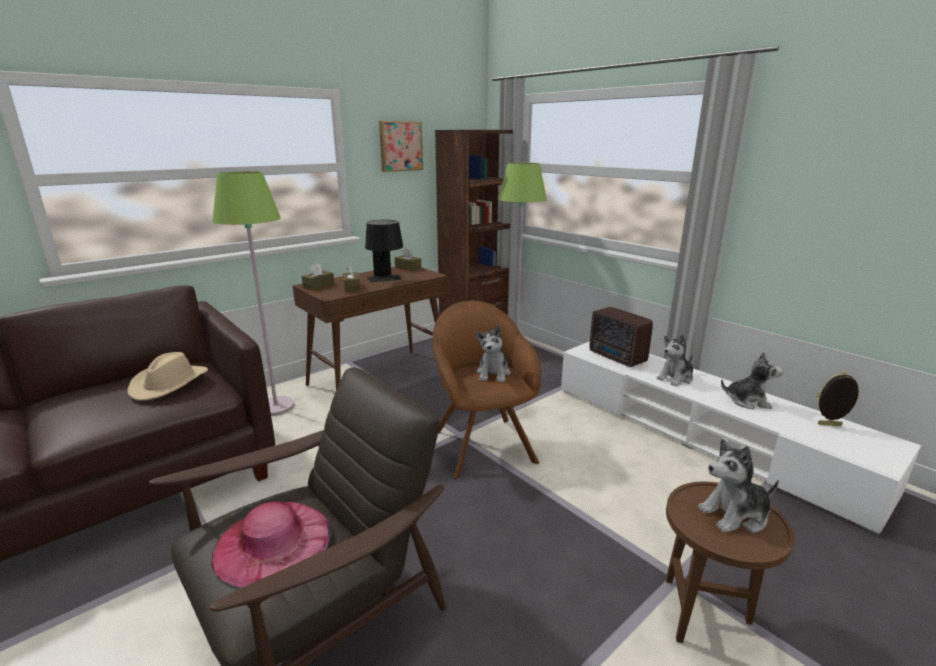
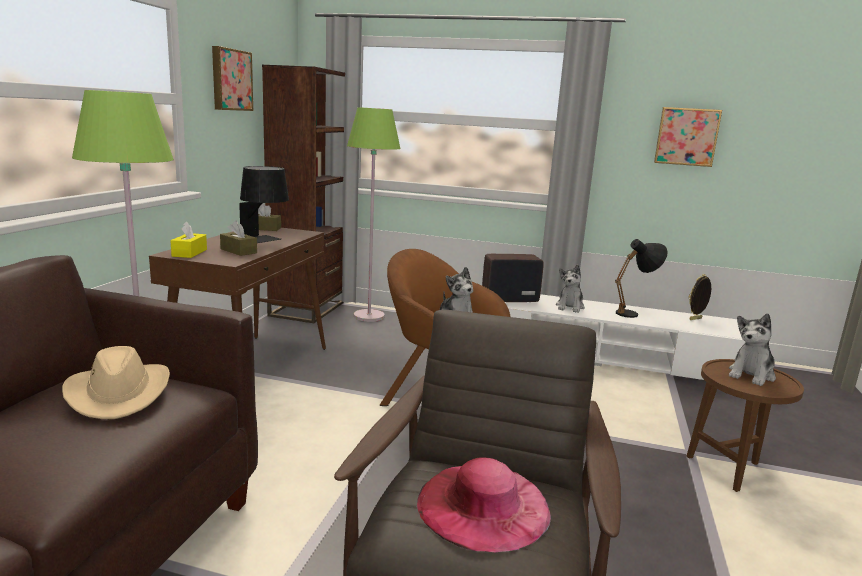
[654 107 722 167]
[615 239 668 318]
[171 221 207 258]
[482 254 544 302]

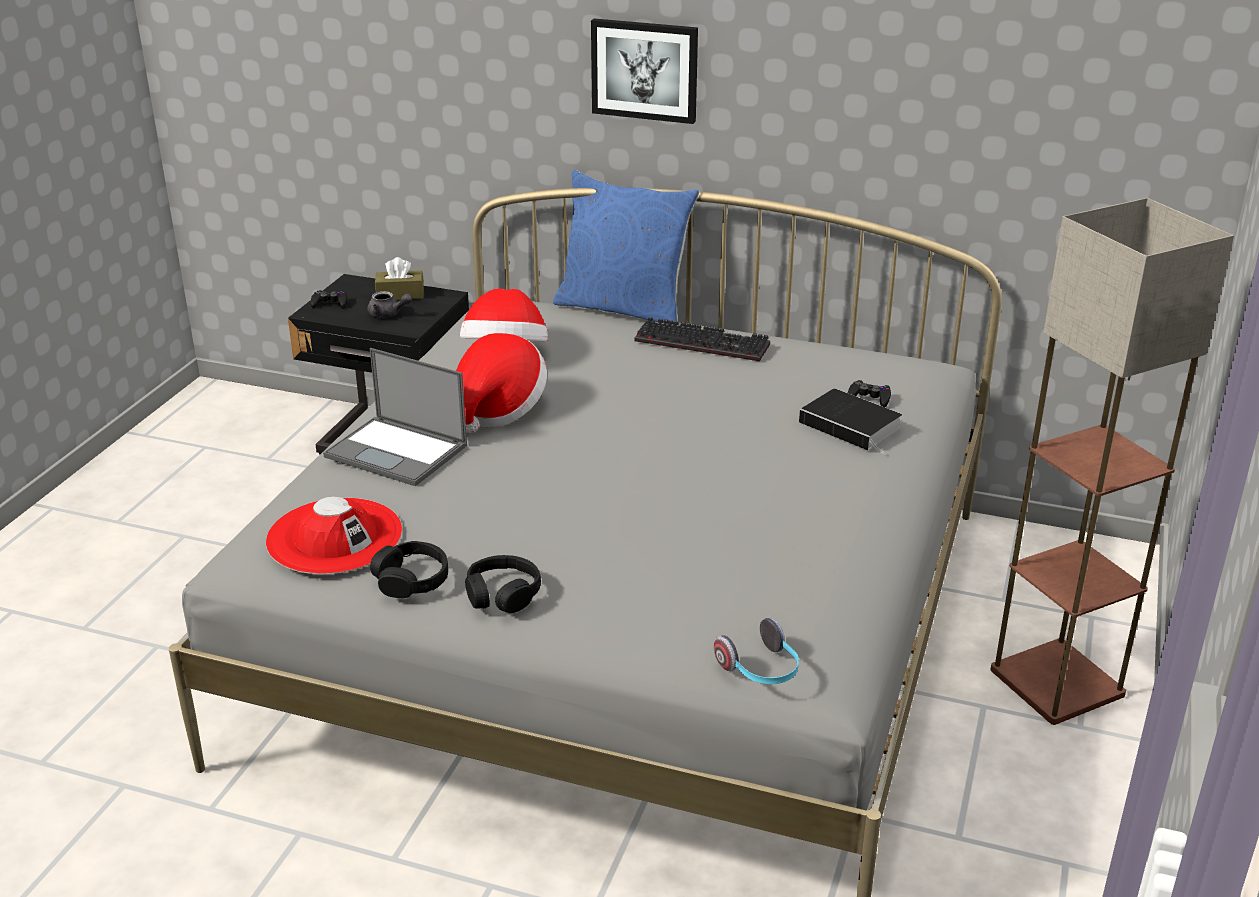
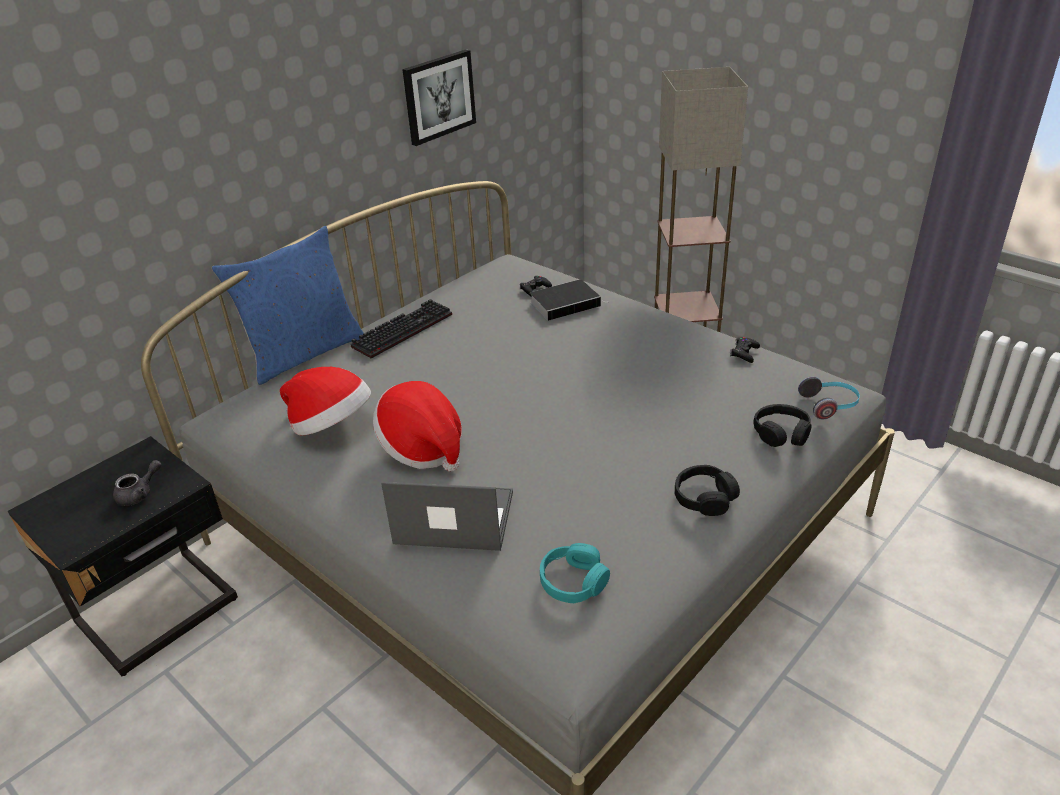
[375 257 424 300] (first image)
[730 337 760 363]
[754 404 812 447]
[402 49 476 146]
[540 543 610 603]
[381 482 513 551]

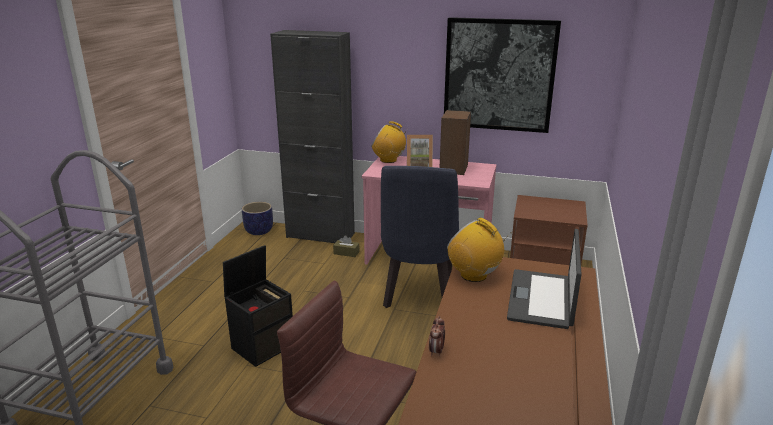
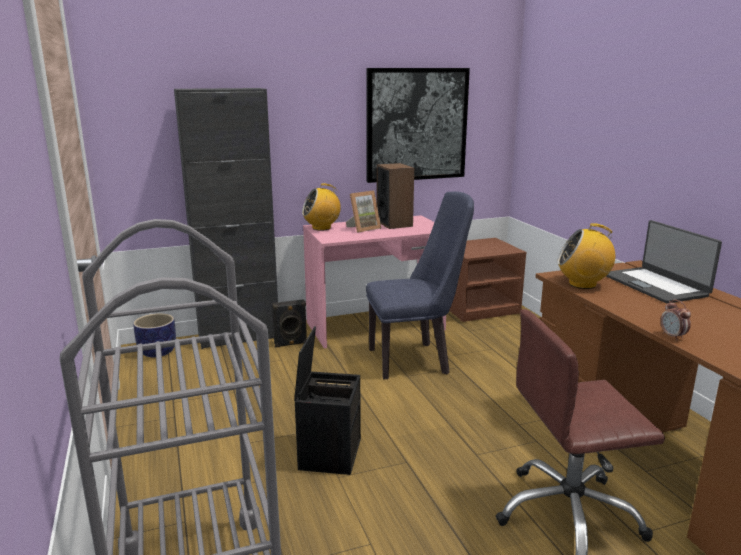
[272 299 307 348]
[366 192 474 379]

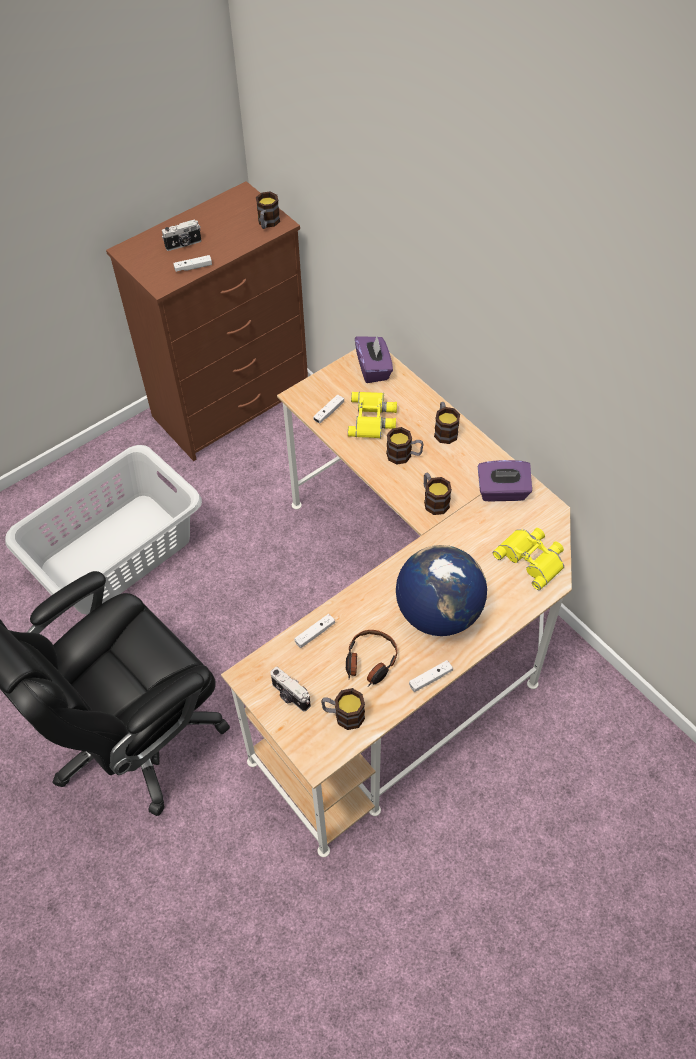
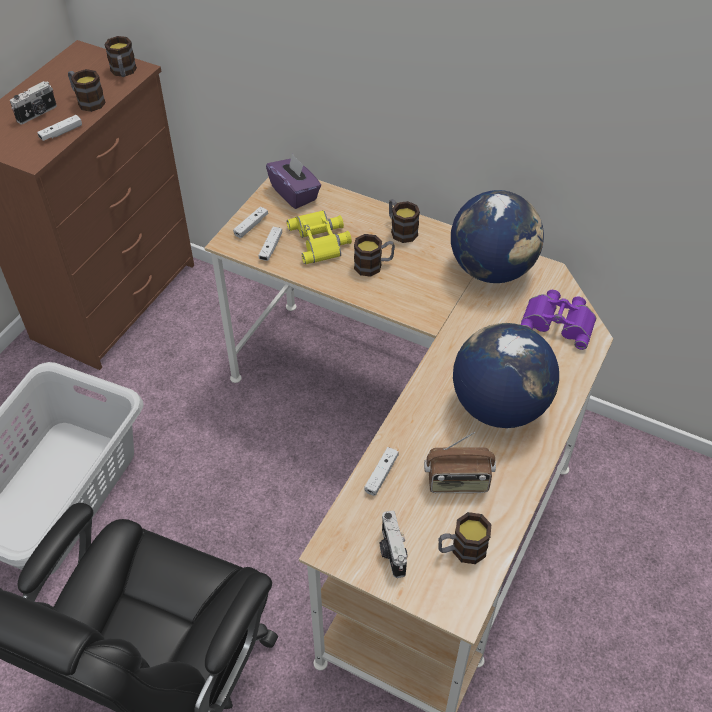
[233 206 268 238]
[68 69 106 112]
[424 432 496 493]
[451 190 544 283]
[520 290 596 350]
[380 511 408 578]

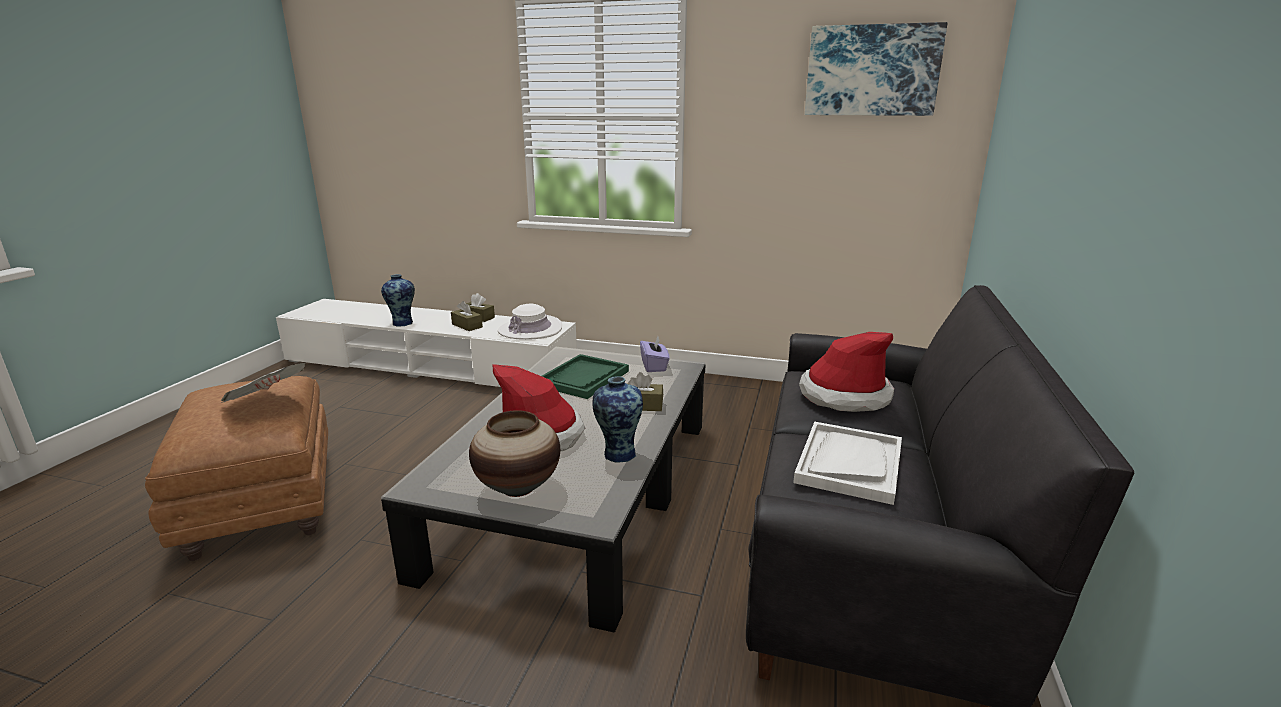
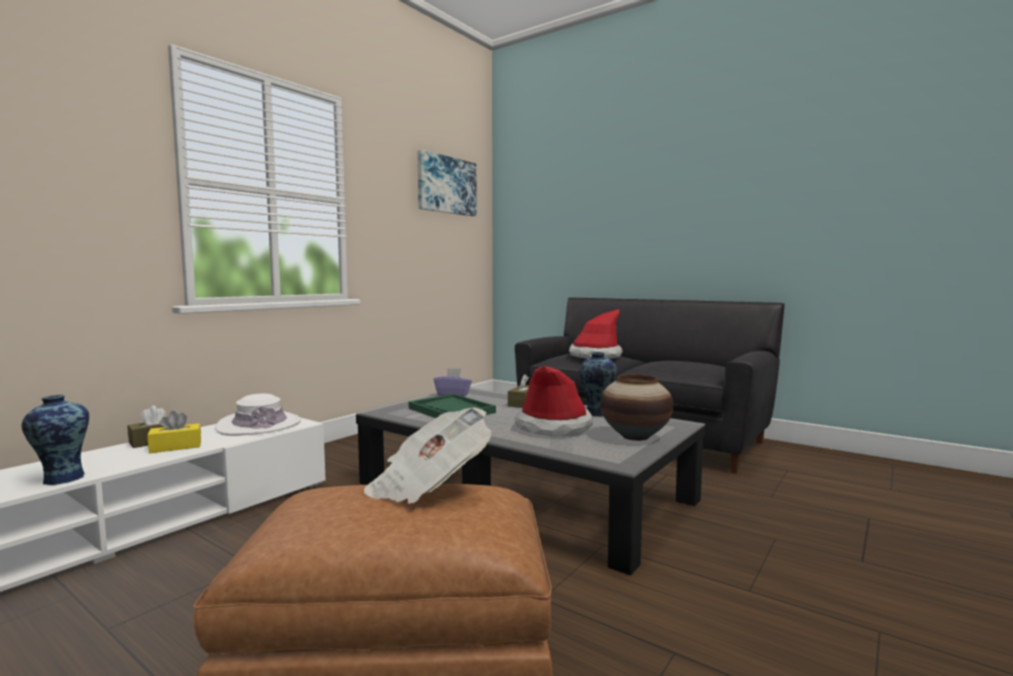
[793 422 902 505] (first image)
[147 411 201 453]

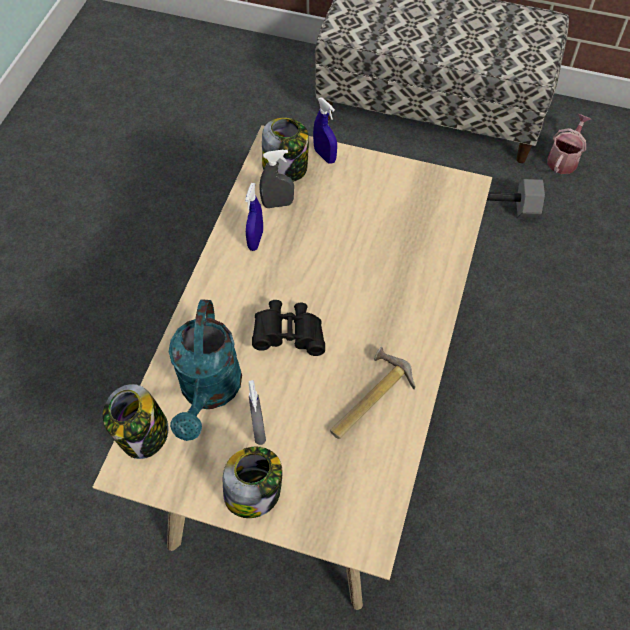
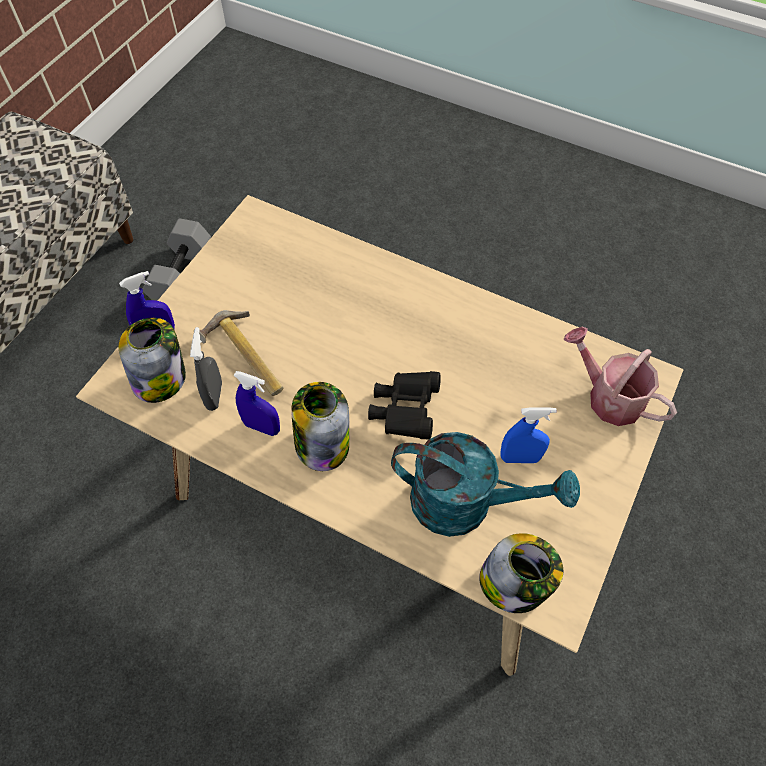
[292 382 349 471]
[194 310 284 396]
[563 326 677 426]
[500 407 557 463]

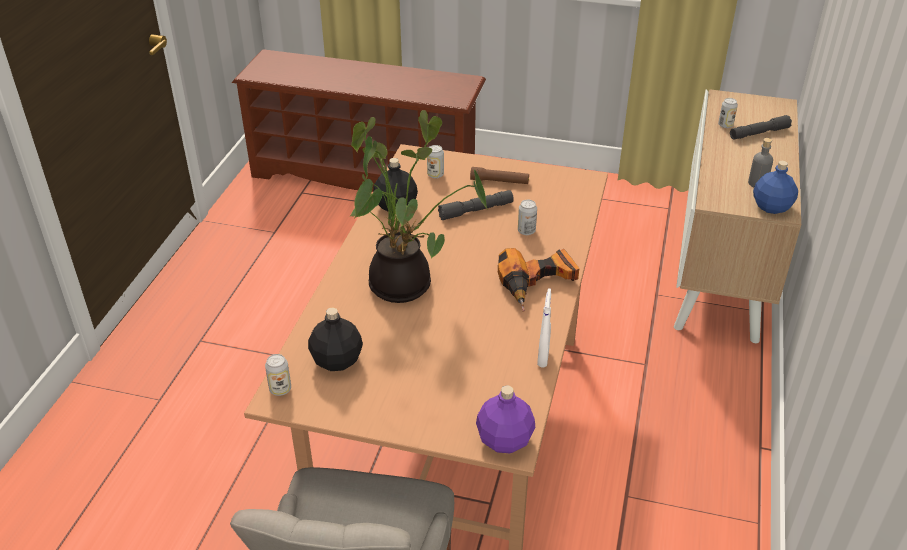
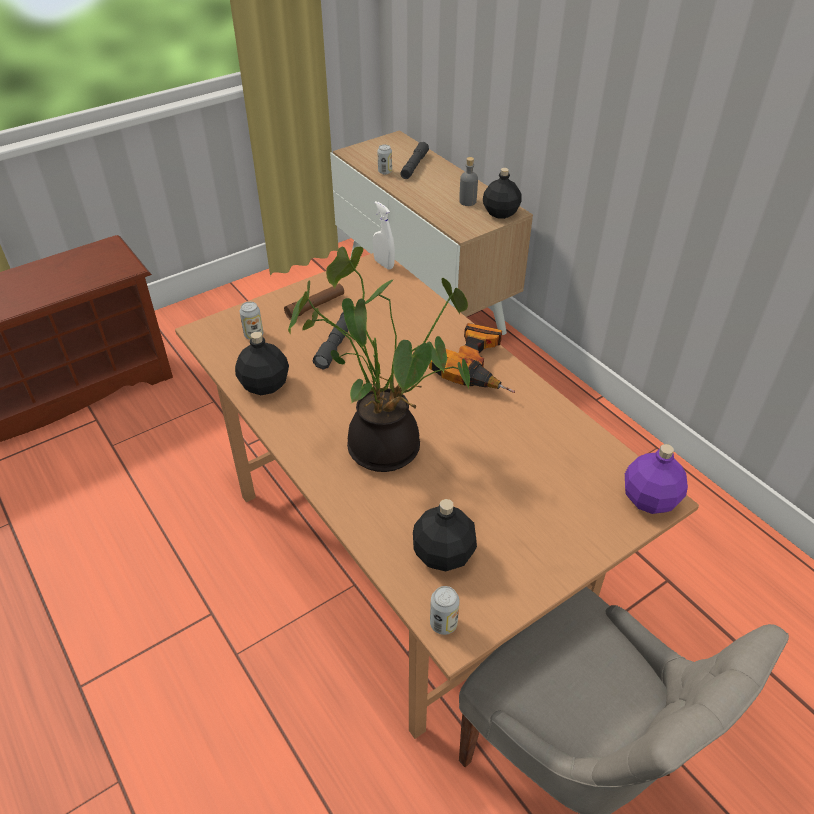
[518 200 537 235] (first image)
[373 201 395 270]
[483 168 522 219]

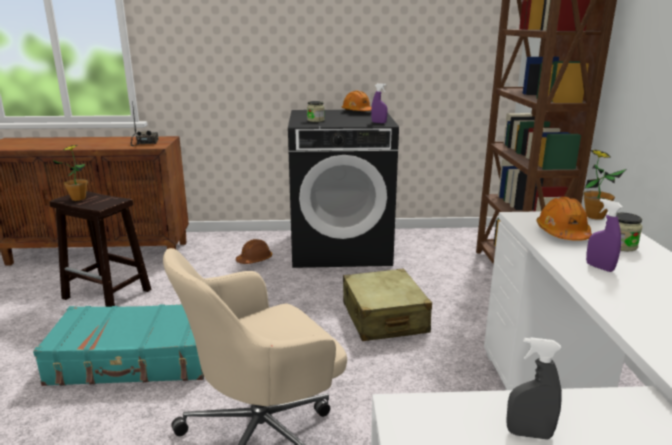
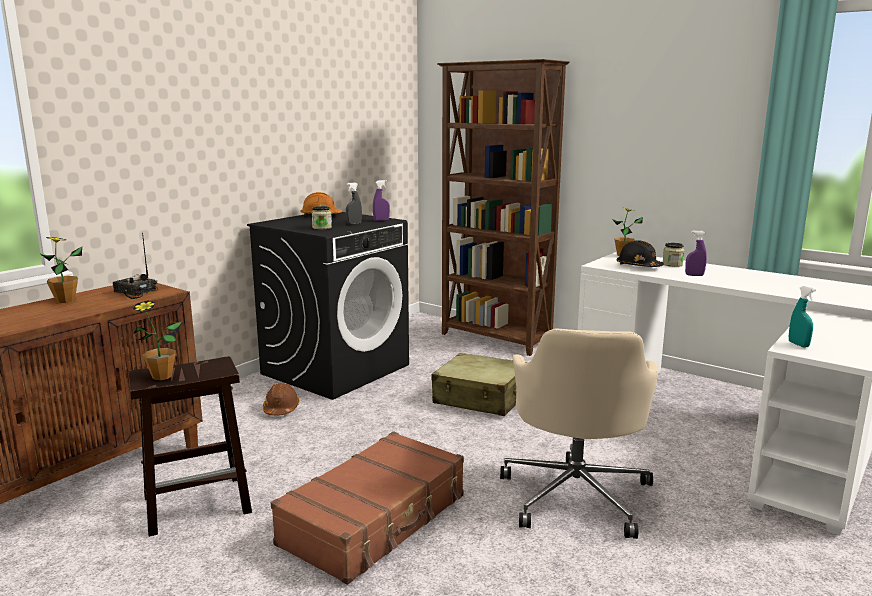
[39 237 82 303]
[789 286 816 348]
[346 182 362 224]
[271 431 464 585]
[617 240 664 267]

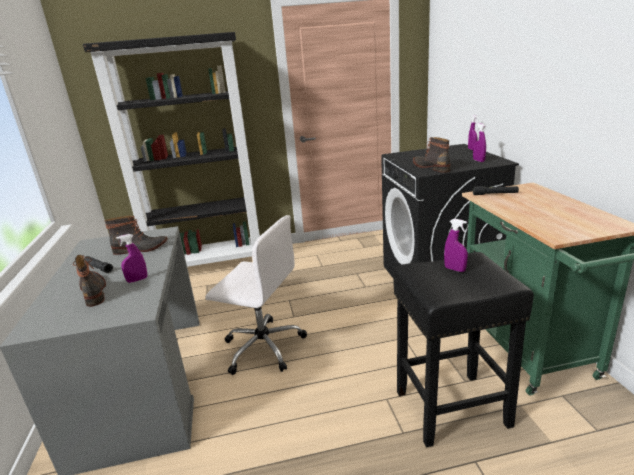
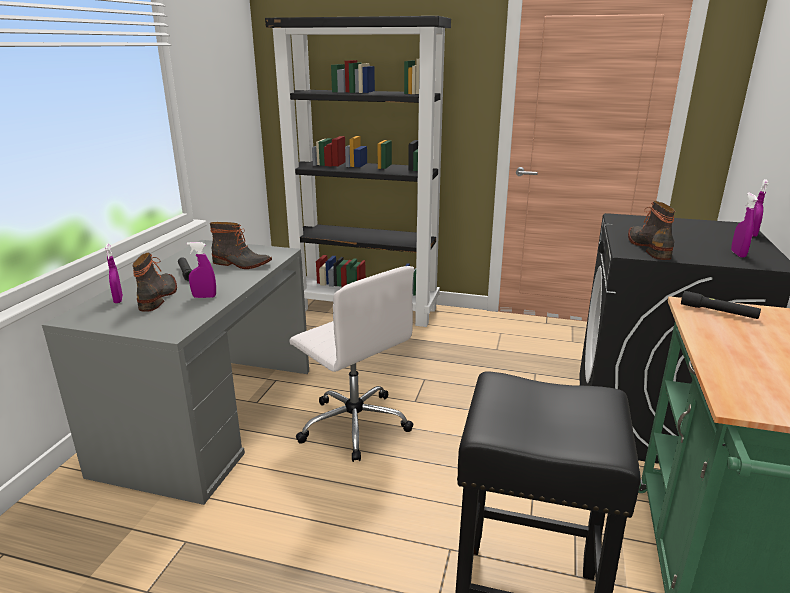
[105 244 123 303]

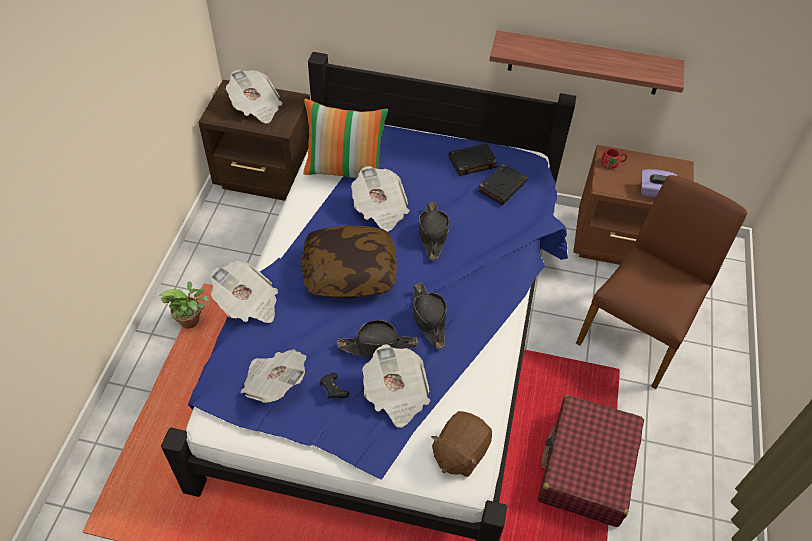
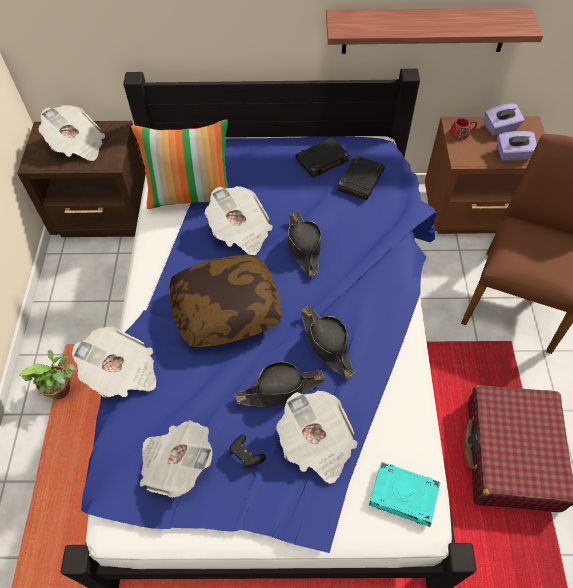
[485 103 525 136]
[369 462 441 527]

